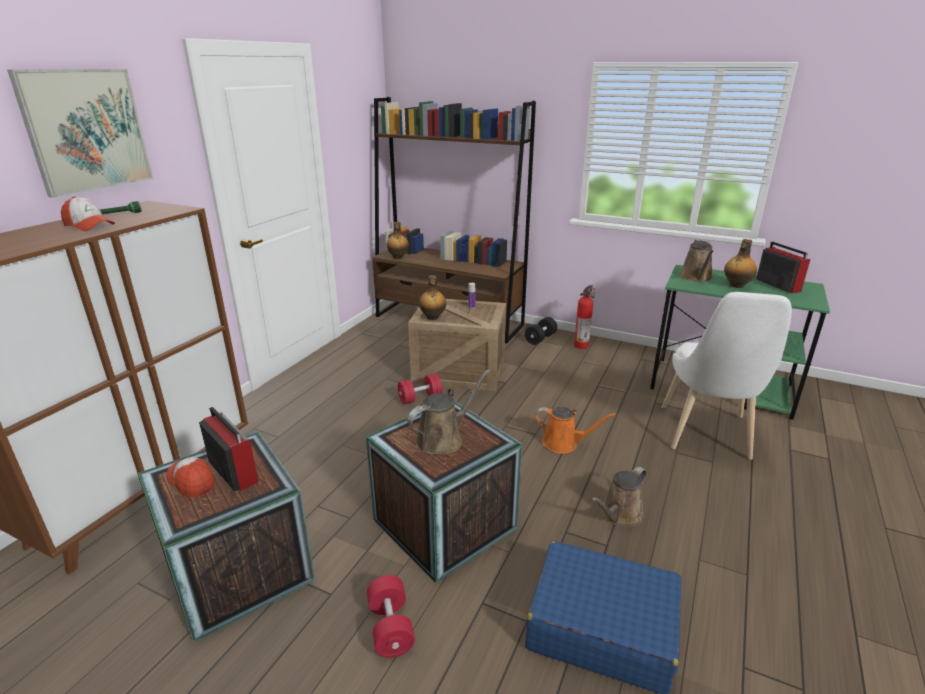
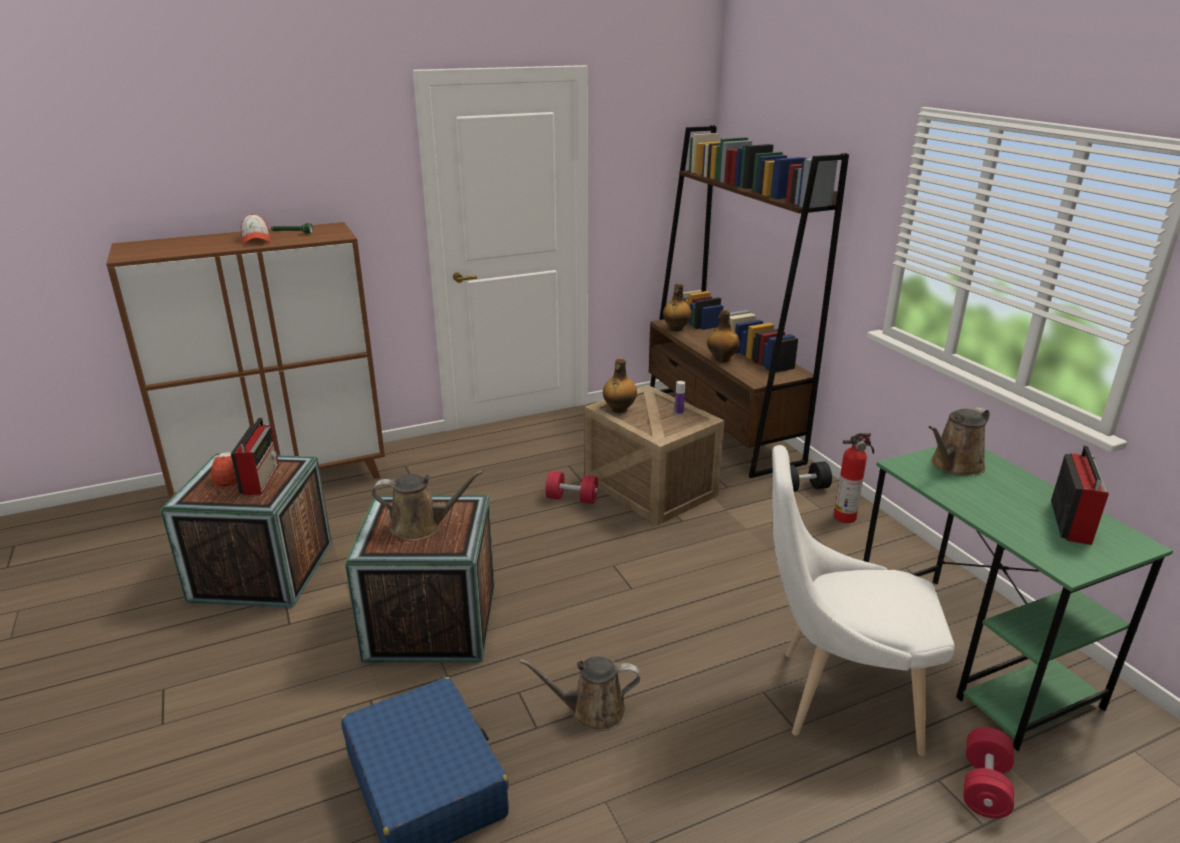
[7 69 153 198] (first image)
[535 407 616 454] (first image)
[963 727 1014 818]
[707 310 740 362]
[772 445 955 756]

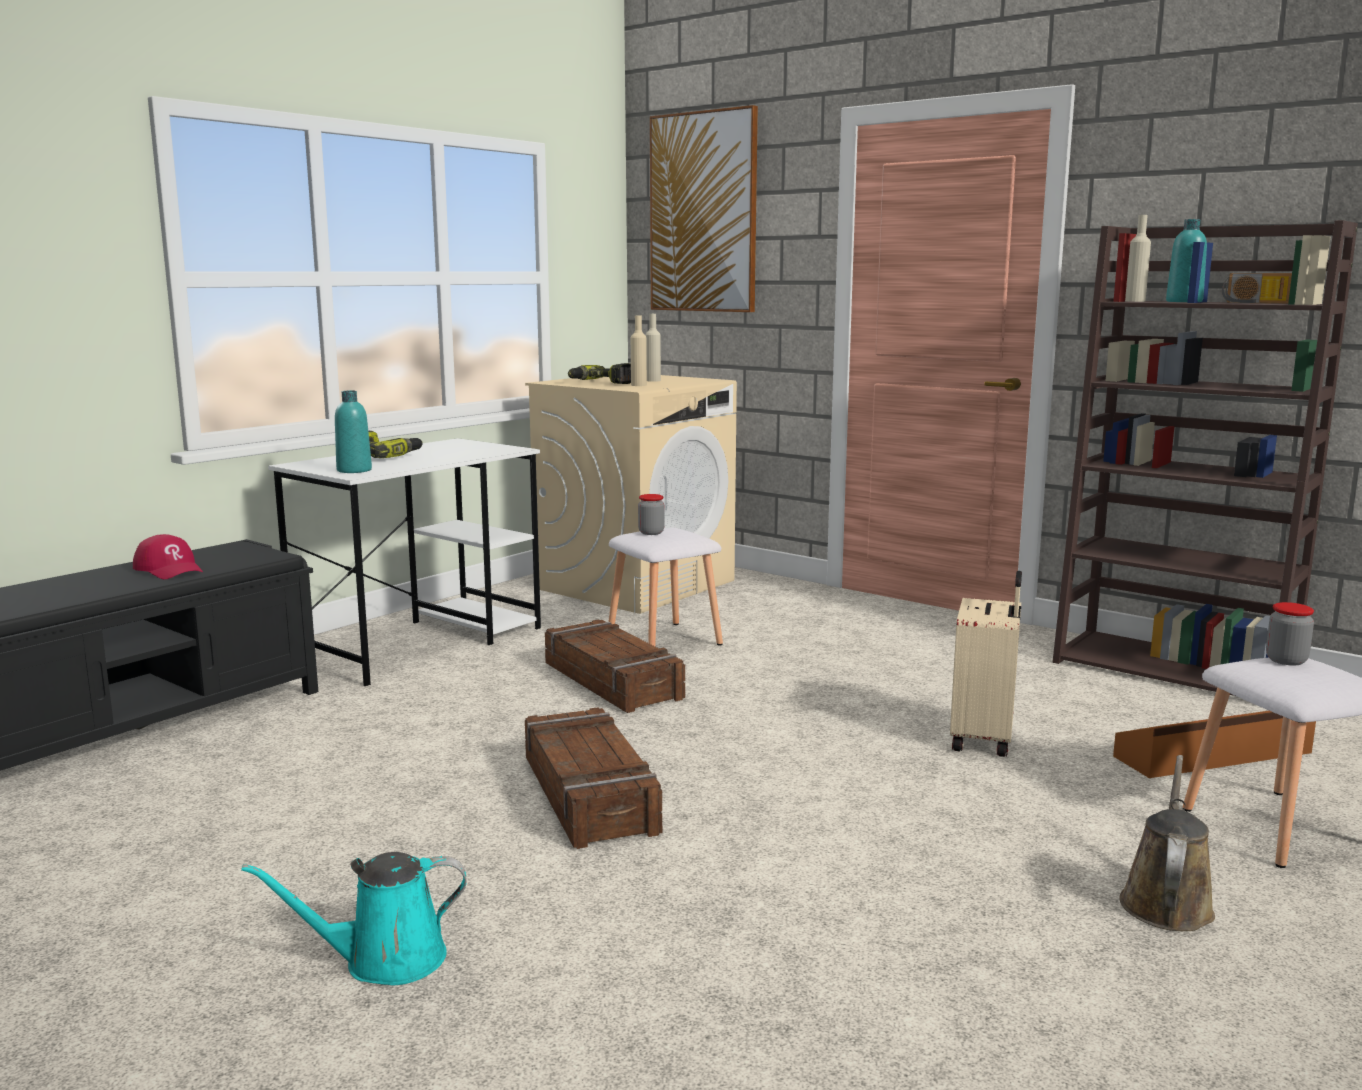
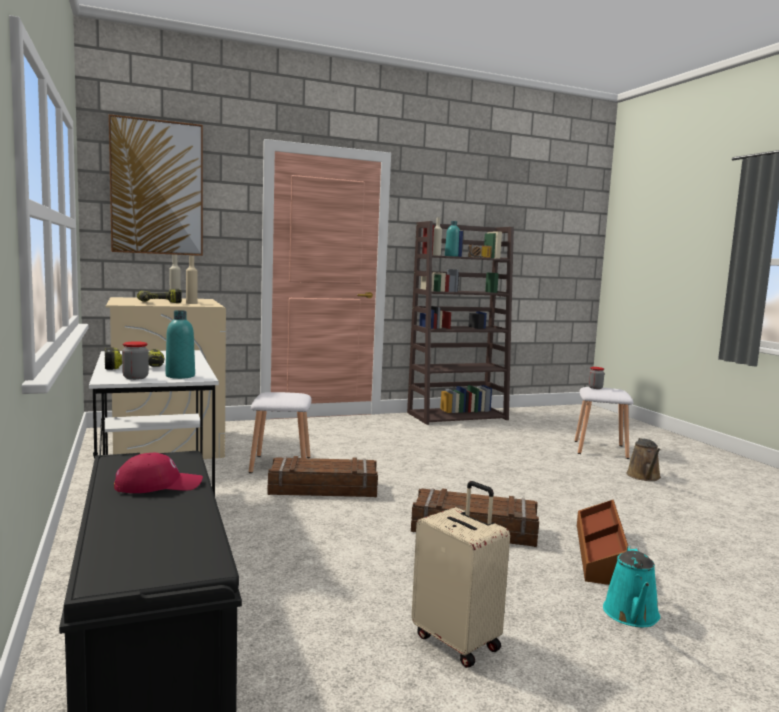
[122 341 149 380]
[412 481 510 668]
[577 500 628 585]
[627 438 661 481]

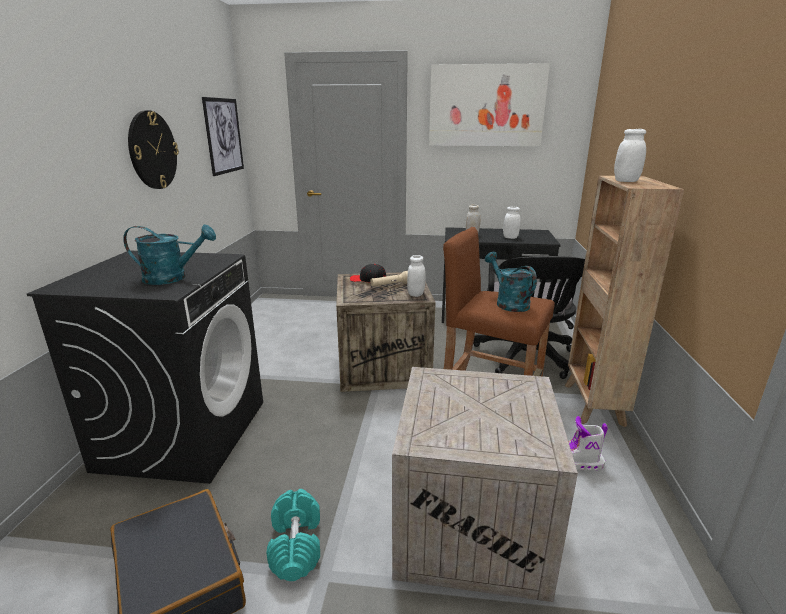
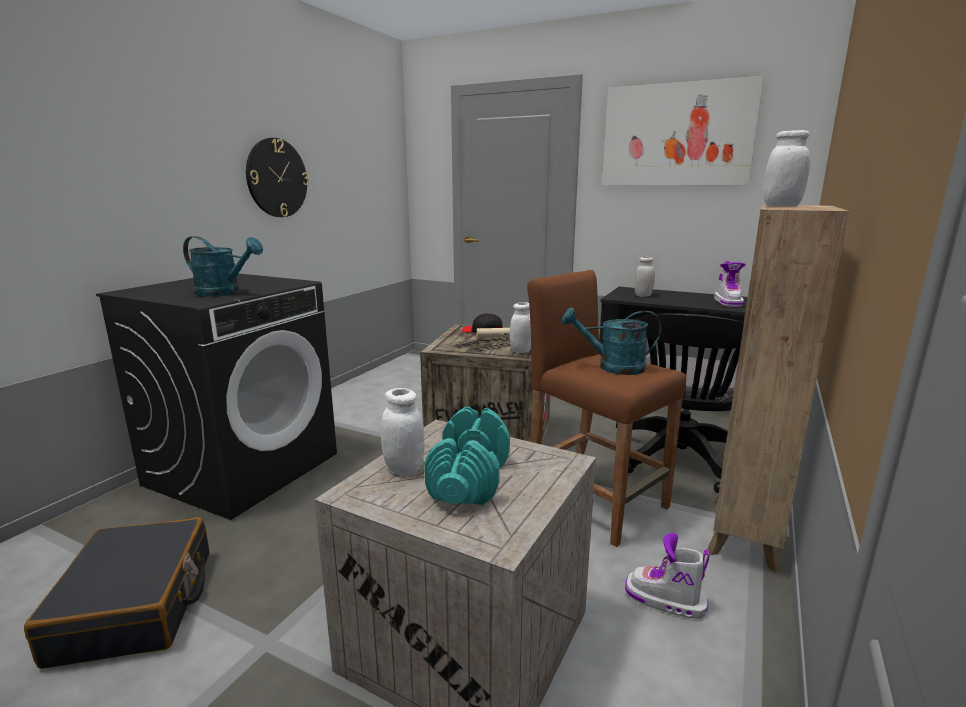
[202 97 244 176] (first image)
[714 261 746 307]
[424 407 510 505]
[381 388 425 476]
[561 307 661 375]

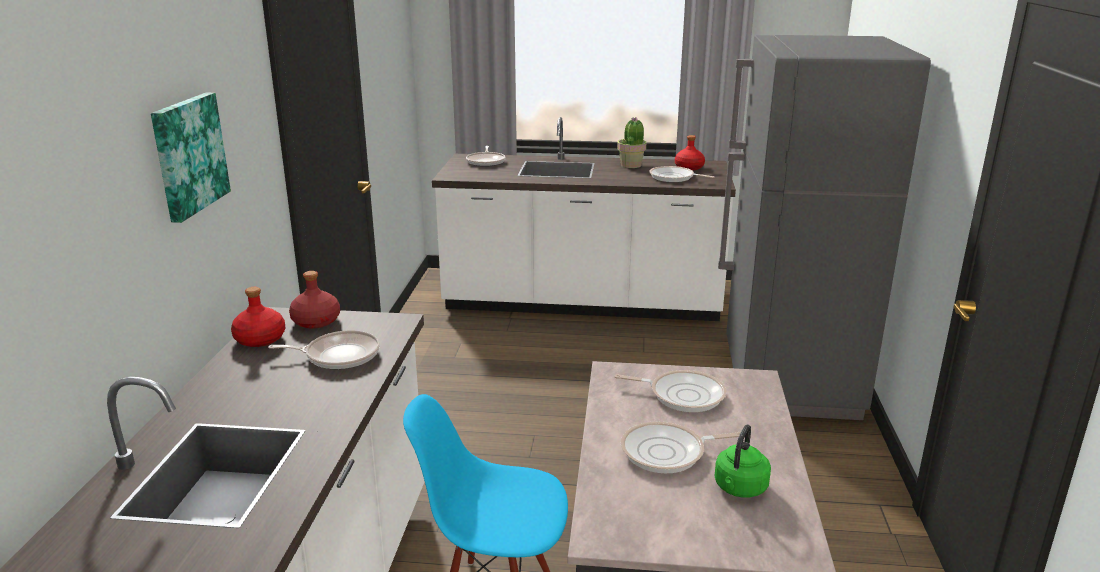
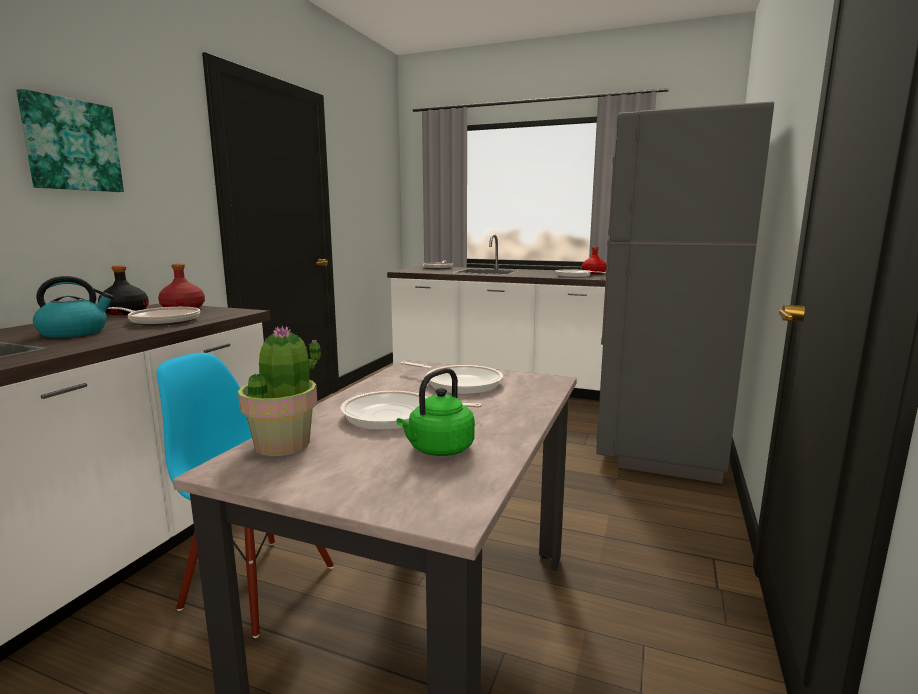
[33 276 114 338]
[238 325 321 456]
[98 266 149 315]

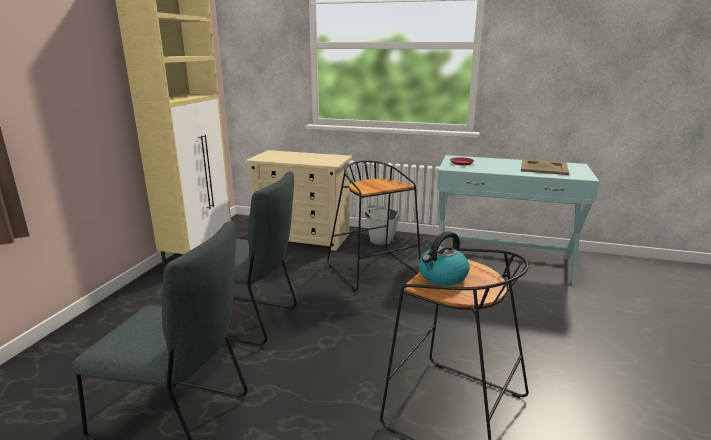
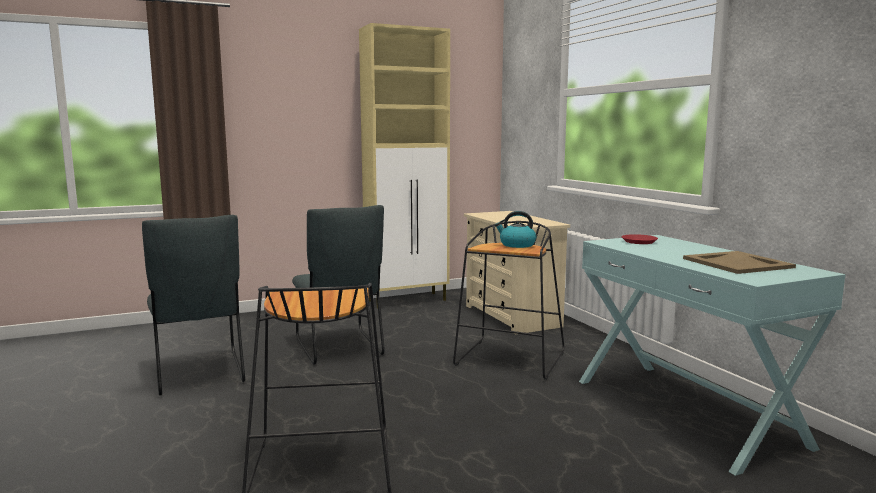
[365 205 400 245] (first image)
[495 211 536 248]

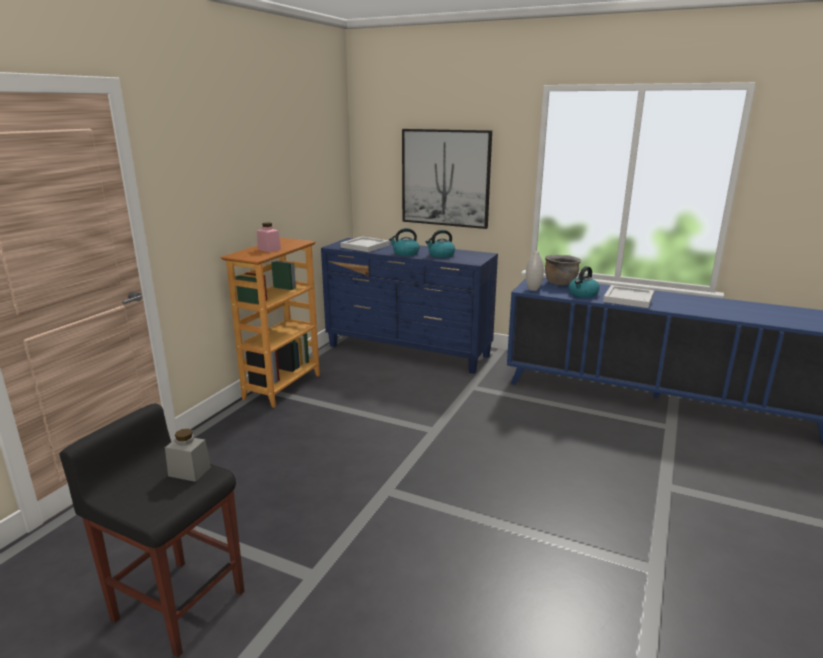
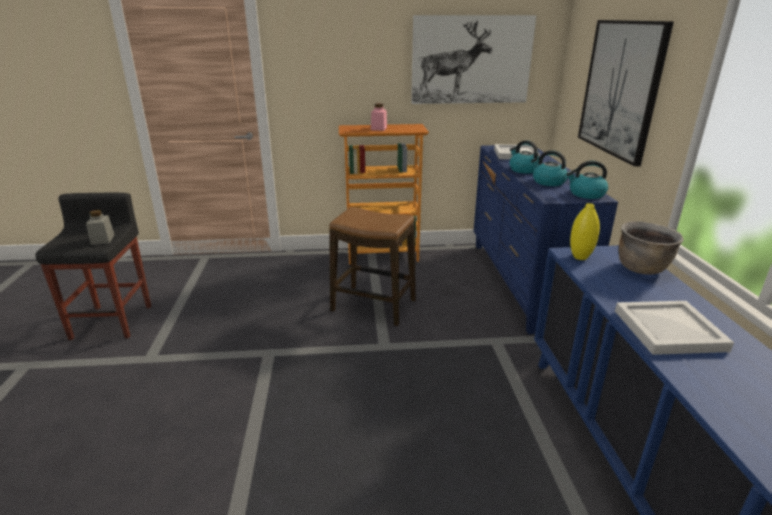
[329 207 416 326]
[411 15 536 104]
[566 161 608 199]
[570 203 600 260]

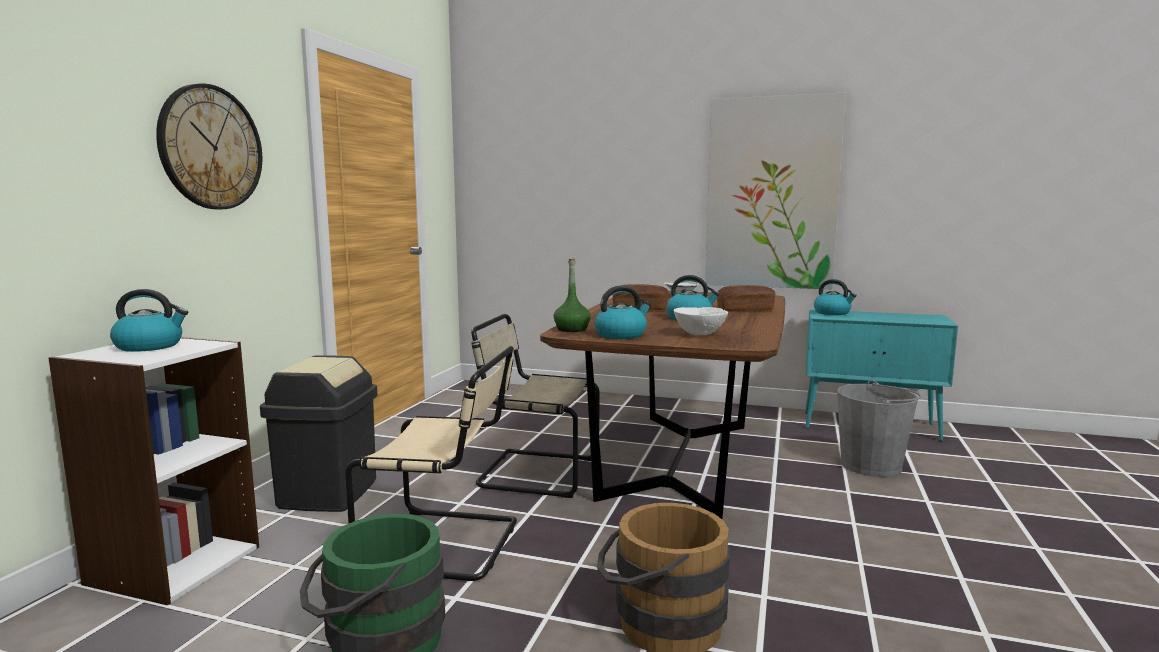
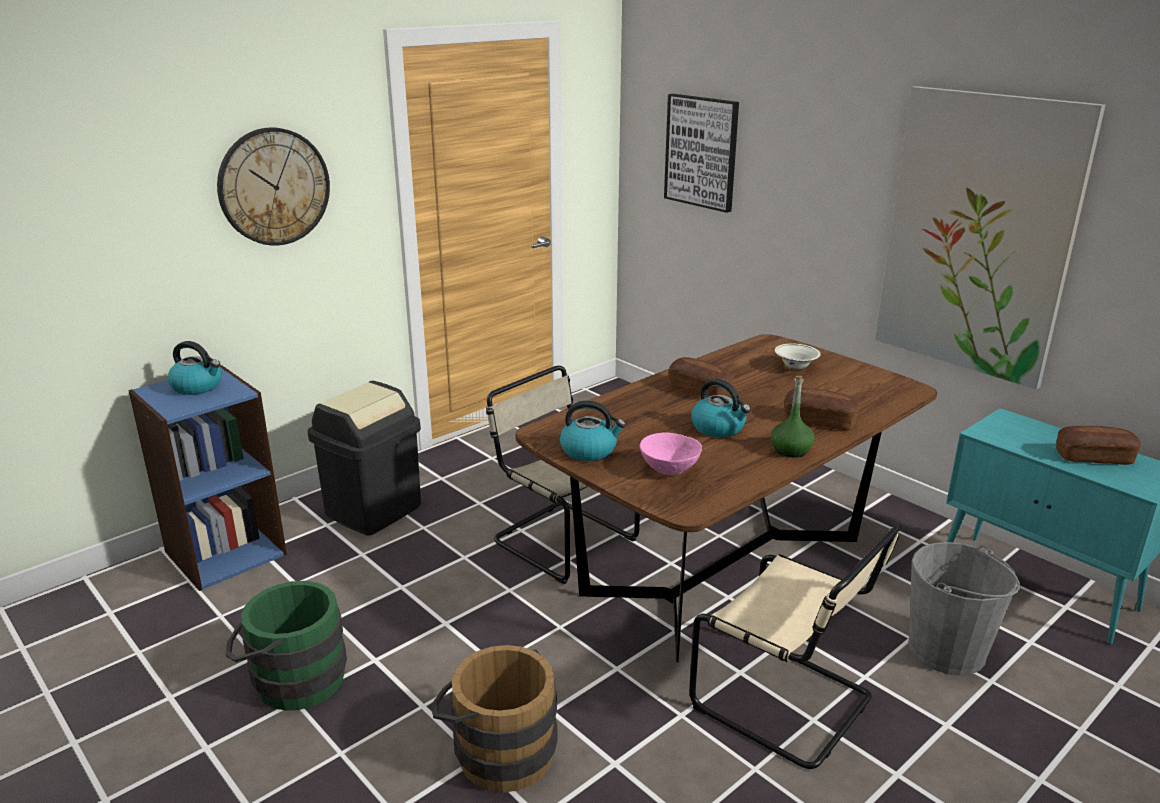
[814 279 857 315] (first image)
[664 94 739 213]
[1056 426 1141 465]
[689 523 901 769]
[771 376 815 458]
[128 365 287 591]
[640 432 702 475]

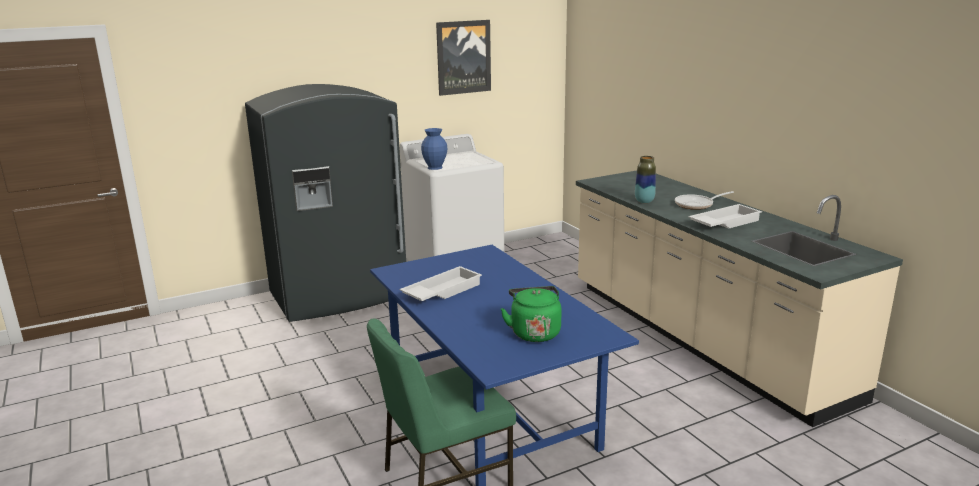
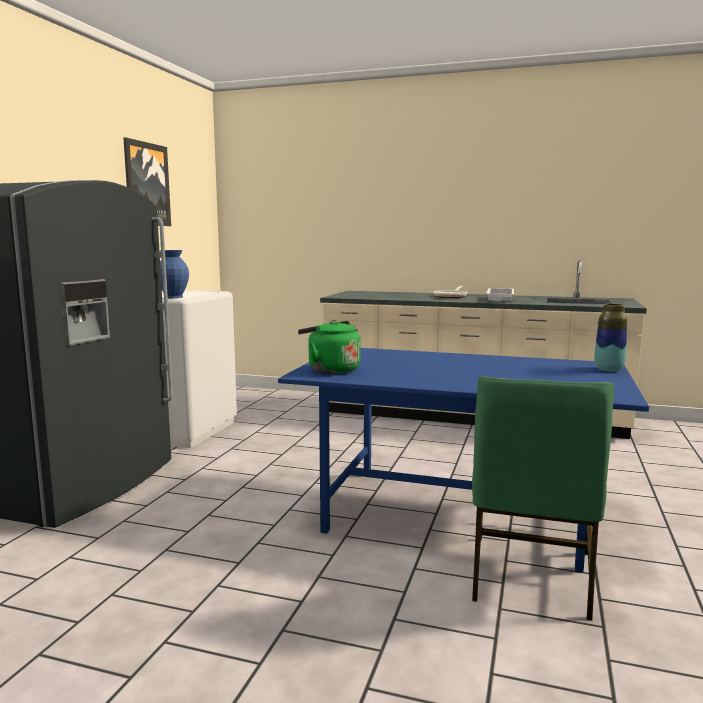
[400 266 482 301] (first image)
[298 320 361 374]
[594 304 627 372]

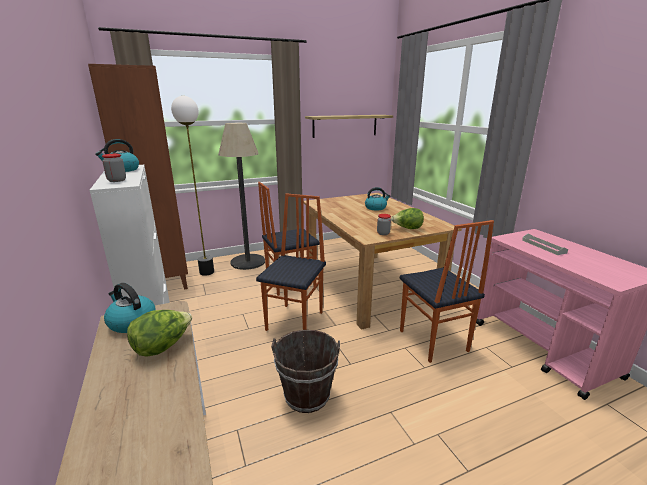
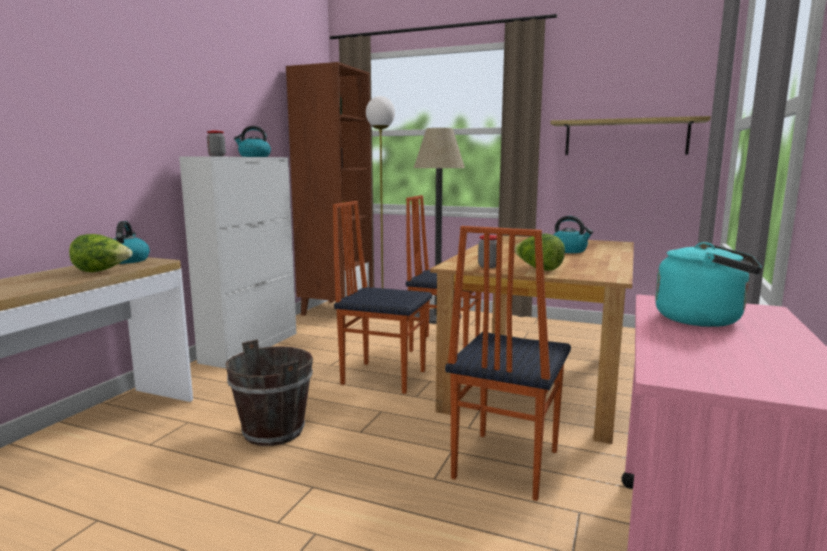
[655 242 762 327]
[333 201 432 394]

